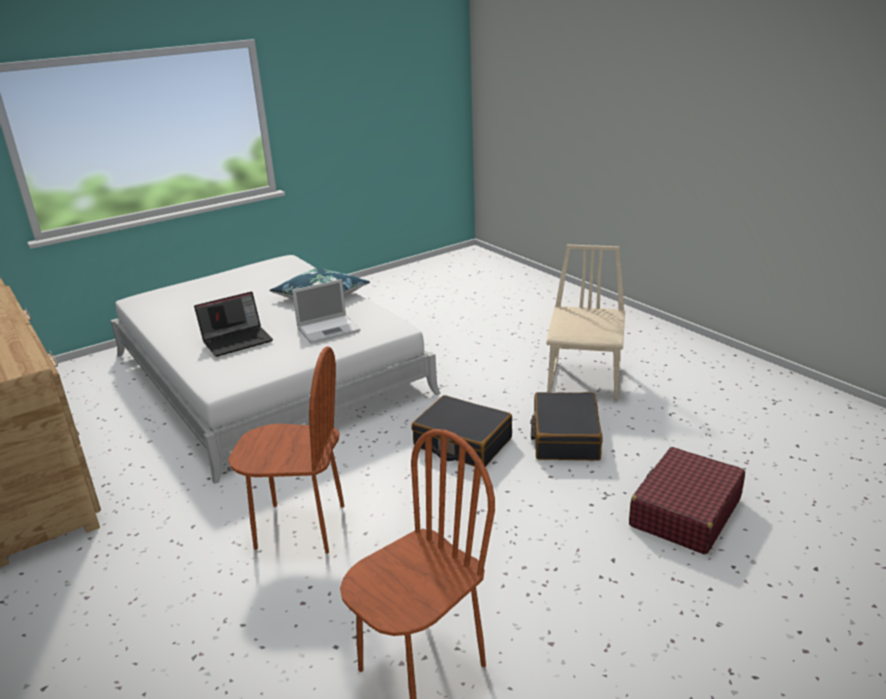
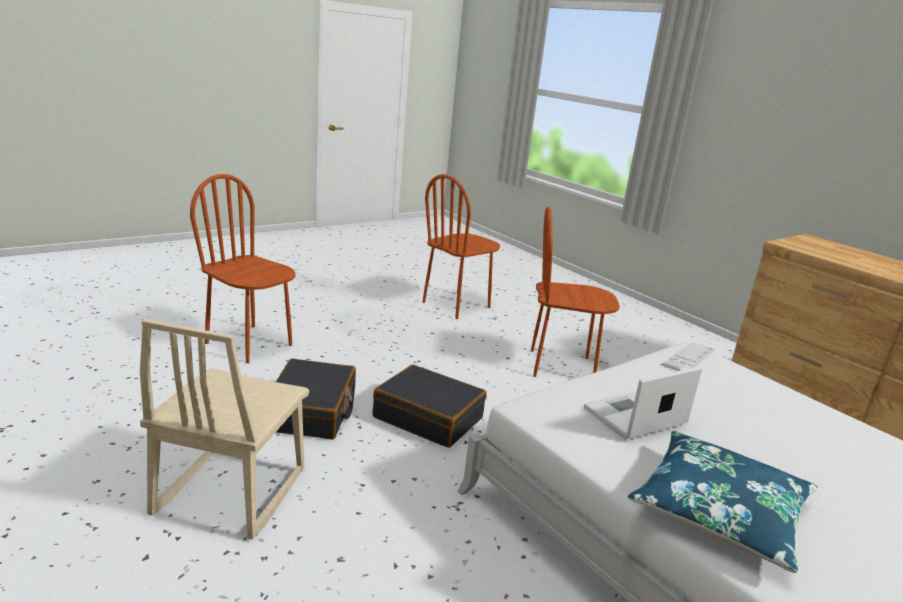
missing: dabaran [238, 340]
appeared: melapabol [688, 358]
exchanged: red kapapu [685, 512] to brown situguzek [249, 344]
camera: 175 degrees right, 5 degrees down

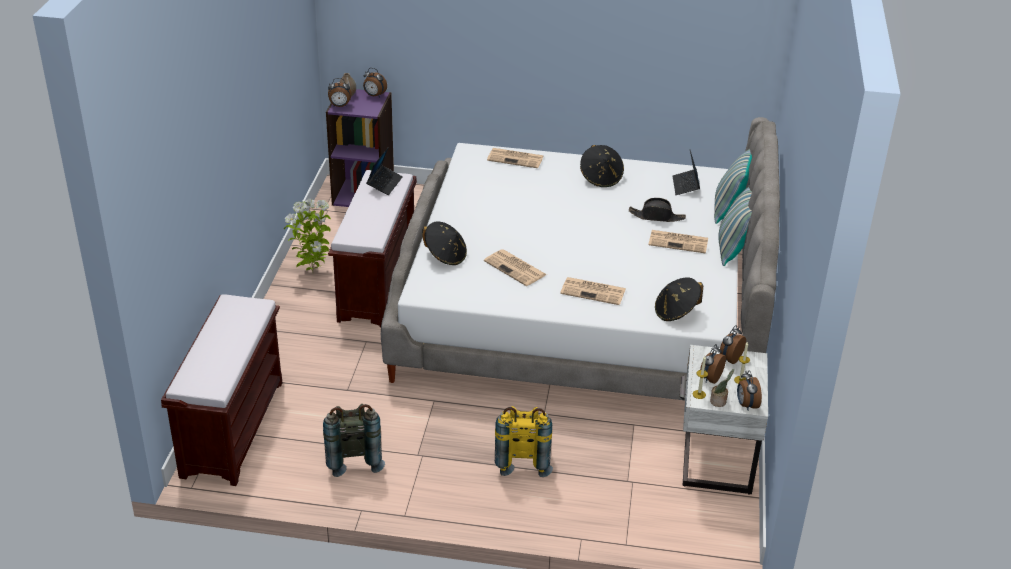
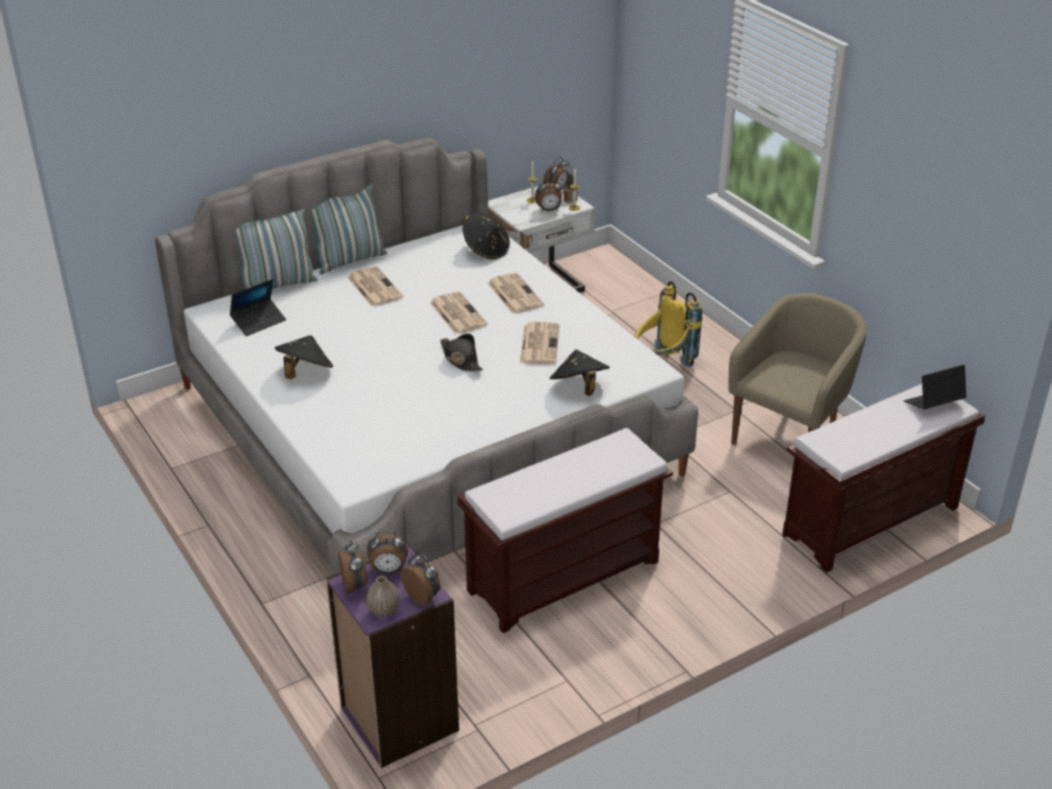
missing: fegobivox [313, 272]
relocated: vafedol [729, 359] to [388, 571]; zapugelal [516, 158] to [457, 313]; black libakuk [657, 216] to [460, 359]; dabaran [384, 183] to [933, 404]
exchanged: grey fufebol [352, 457] to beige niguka [790, 438]
camera: 130 degrees left, 0 degrees up

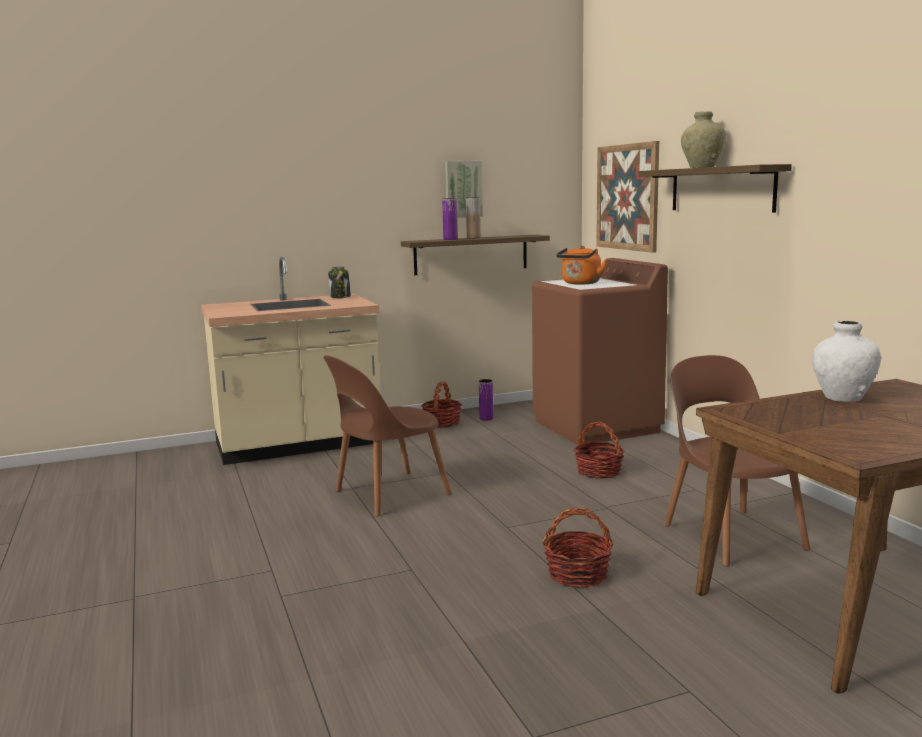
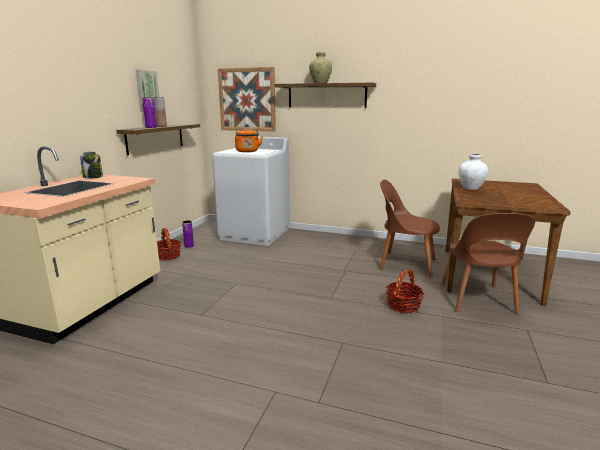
missing: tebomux [598, 471]
relocated: brown situguzek [388, 494] to [477, 300]
colour: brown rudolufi [596, 426] to white rudolufi [255, 234]
camera: 50 degrees left, 5 degrees up

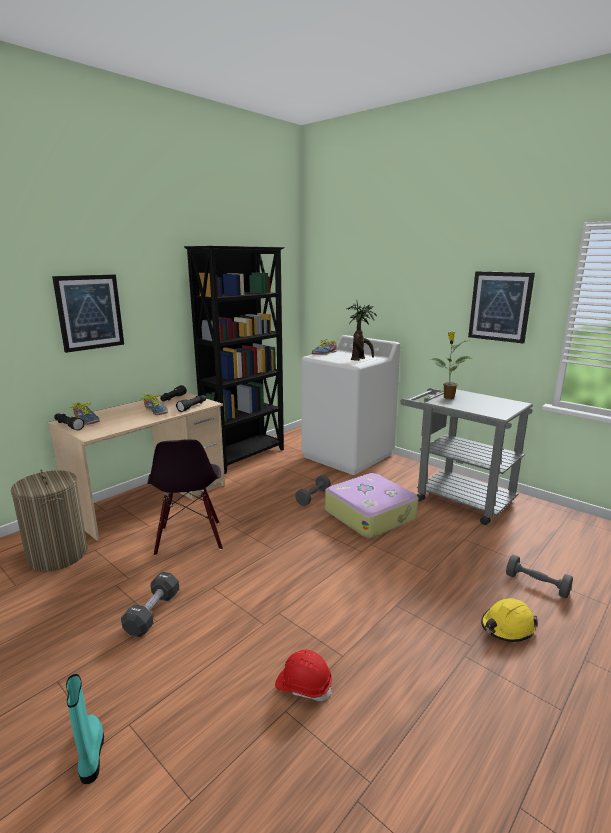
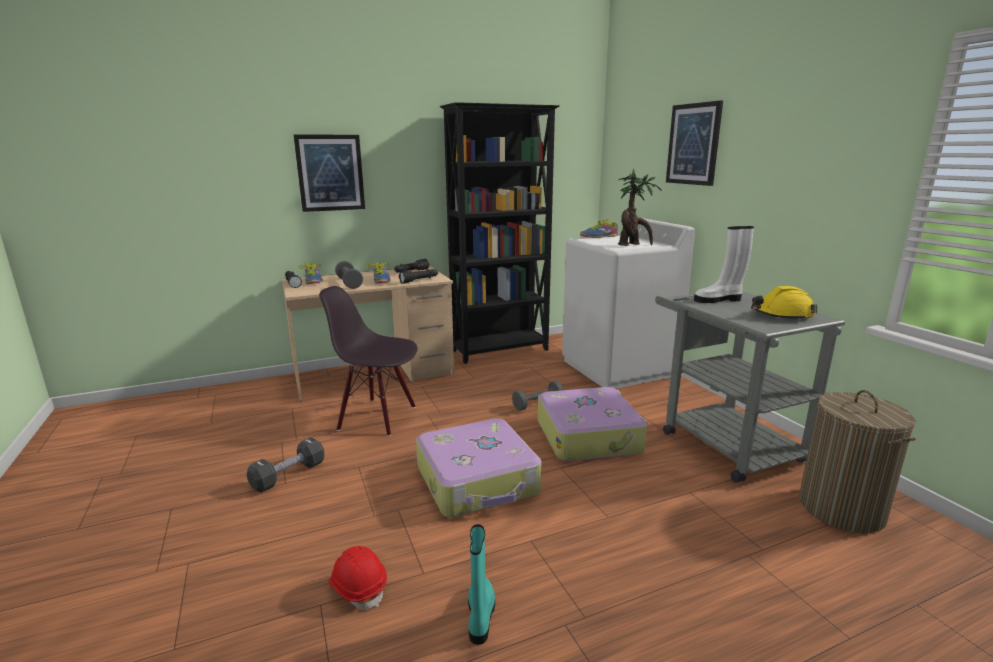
appeared: kapapu [478, 480]
relocated: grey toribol [536, 585] to [349, 283]; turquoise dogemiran [90, 753] to [480, 615]; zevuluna [500, 306] to [693, 144]; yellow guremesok [507, 627] to [782, 315]; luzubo [58, 555] to [841, 509]
exchanged: fegobivox [448, 397] to white dogemiran [719, 300]
spun: black situguzek [189, 538] = [378, 417] 90 degrees clockwise
camera: 25 degrees right, 0 degrees up

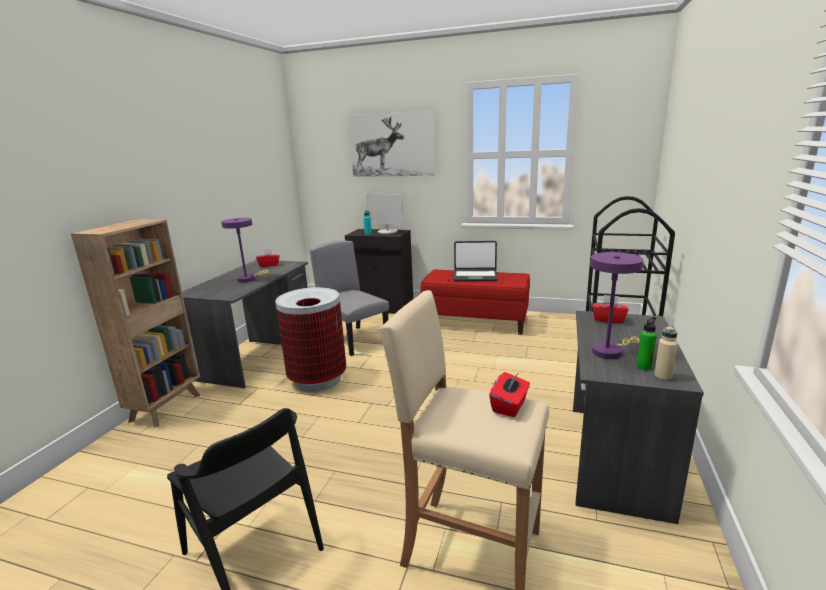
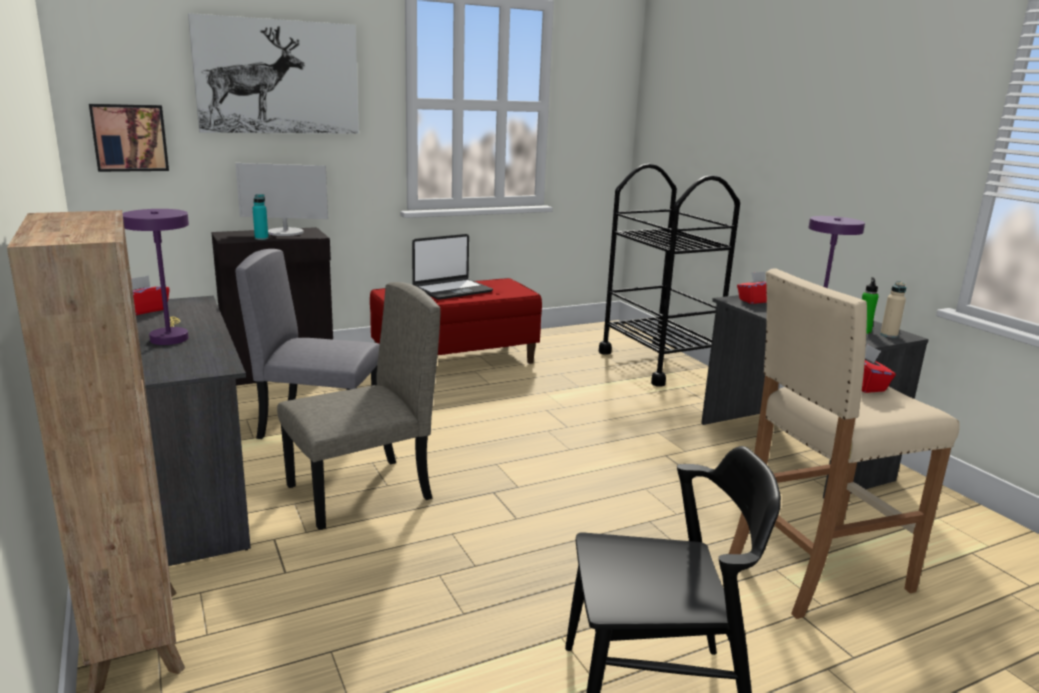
appeared: zevuluna [130, 137]
exchanged: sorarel [317, 379] to beige situguzek [360, 493]
camera: 45 degrees left, 0 degrees up

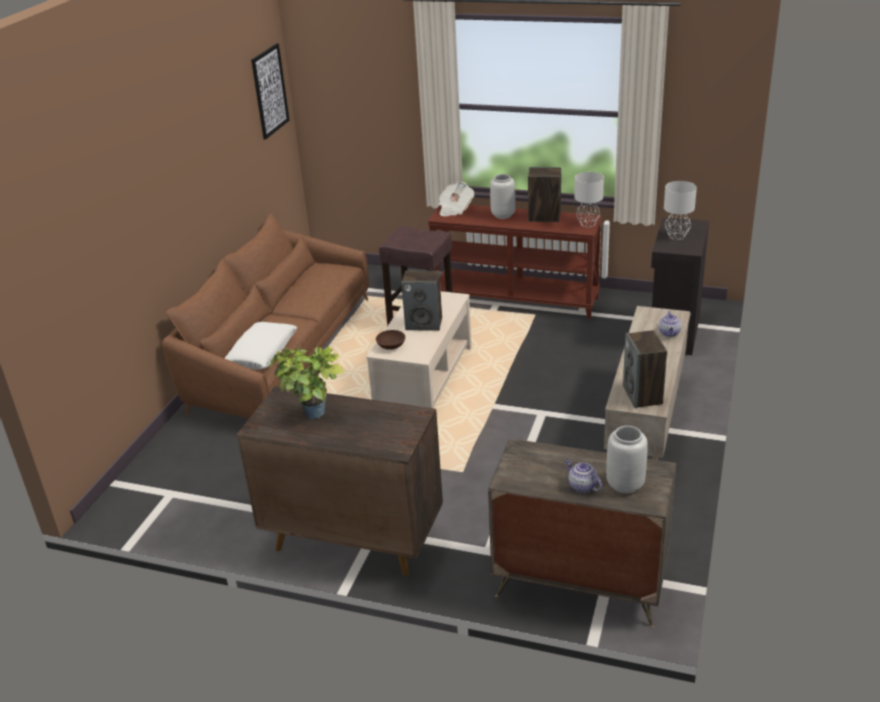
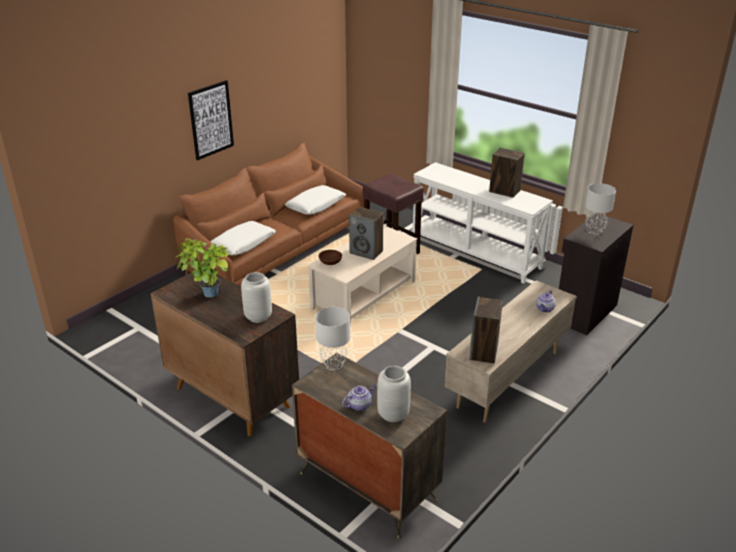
missing: zapugelal [455, 209]
appeared: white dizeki [316, 206]
relocated: zevuluna [270, 91] to [211, 120]; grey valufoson [502, 215] to [257, 317]; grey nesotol [587, 224] to [333, 365]
colour: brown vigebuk [516, 299] to white vigebuk [476, 253]
spun: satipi [581, 486] = [359, 405] 75 degrees clockwise
camera: 20 degrees right, 0 degrees up

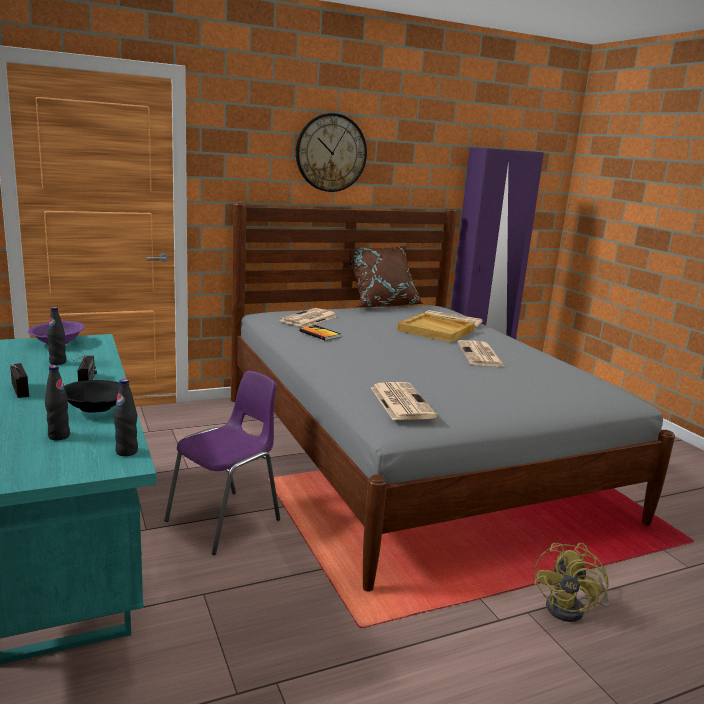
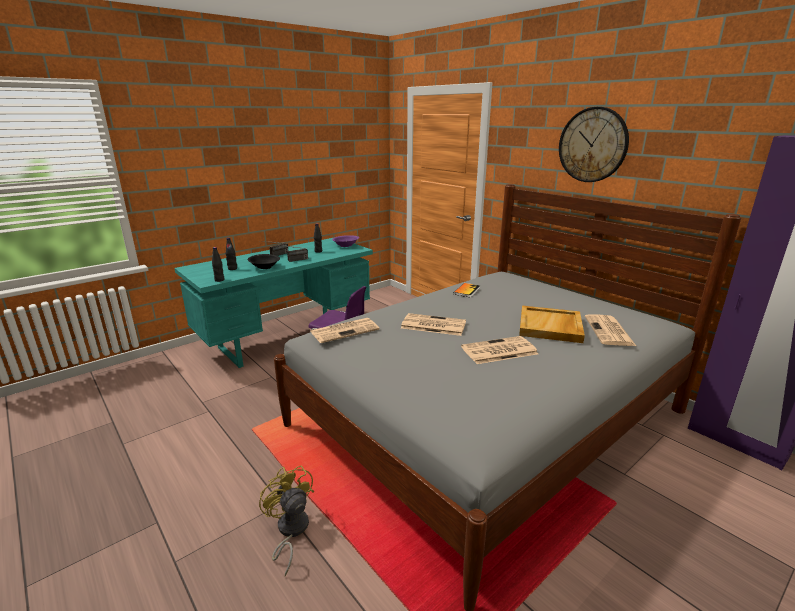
missing: brown dizeki [381, 304]
relocated: zapugelal [308, 319] to [432, 325]
spun: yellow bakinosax [572, 609] = [290, 531] 45 degrees clockwise
camera: 75 degrees right, 5 degrees up

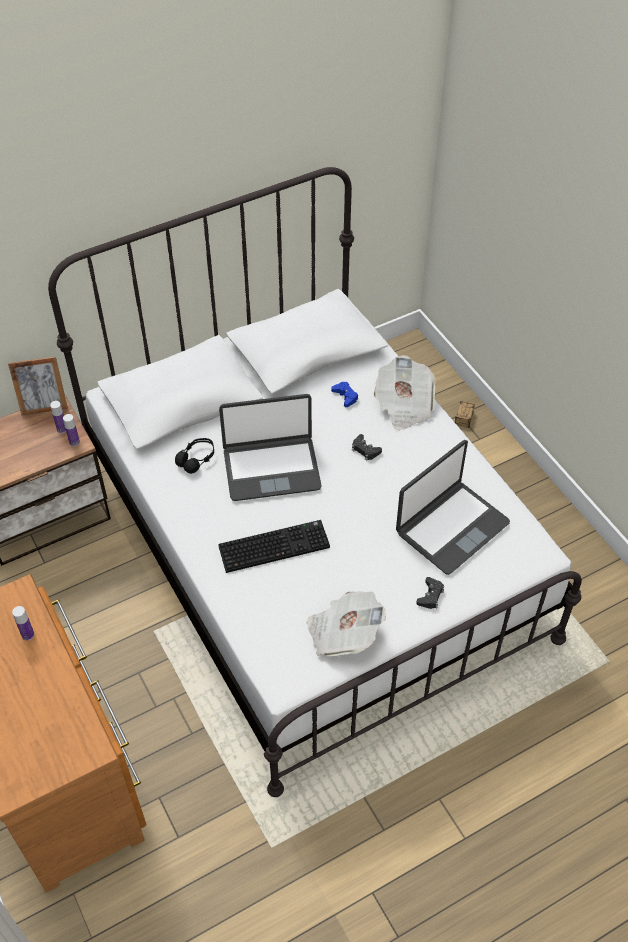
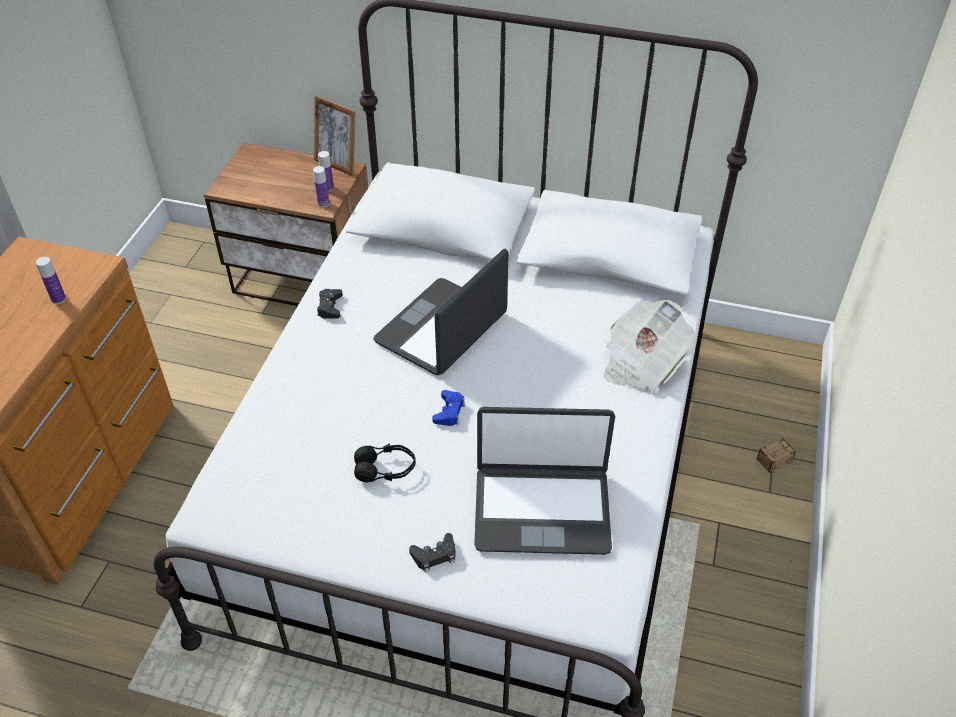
missing: melapabol [274, 545]; zapugelal [343, 633]
relocated: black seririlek [365, 450] to [330, 307]; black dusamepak [196, 459] to [385, 469]; blue seririlek [345, 396] to [449, 412]
spun: dabaran [271, 468] = [442, 329] 90 degrees clockwise
camera: 45 degrees right, 5 degrees down

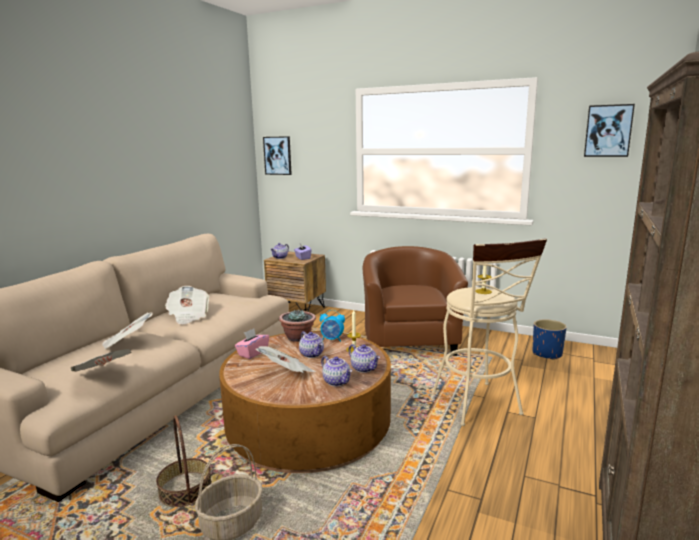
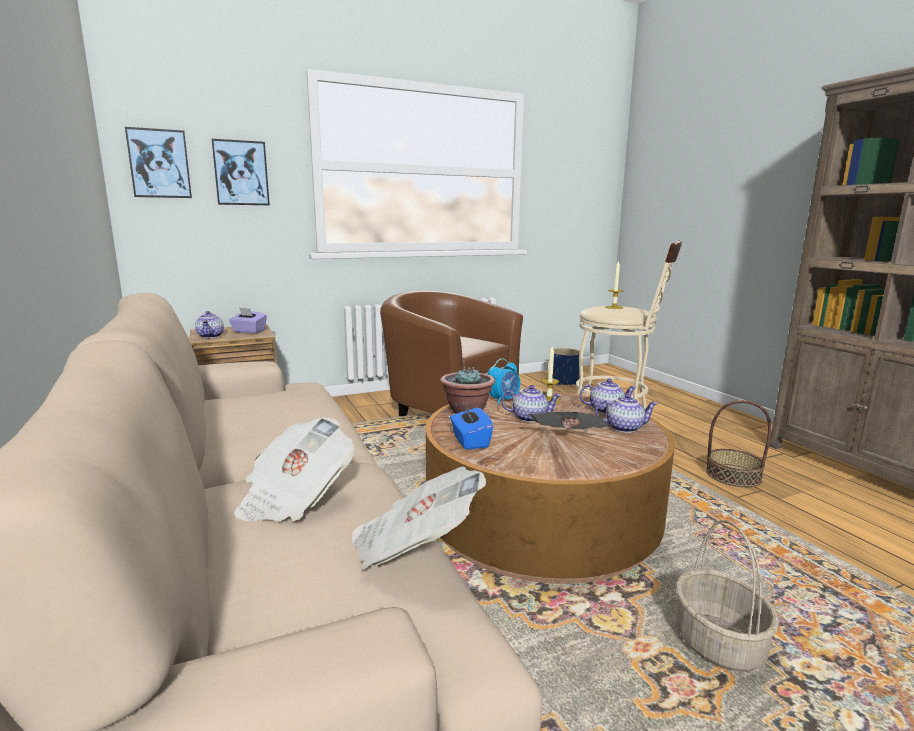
missing: zapugelal [188, 316]
relocated: zevuluna [608, 131] to [241, 173]; tebomux [185, 489] to [733, 475]
colour: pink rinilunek [252, 353] to blue rinilunek [470, 441]
camera: 50 degrees left, 0 degrees up

